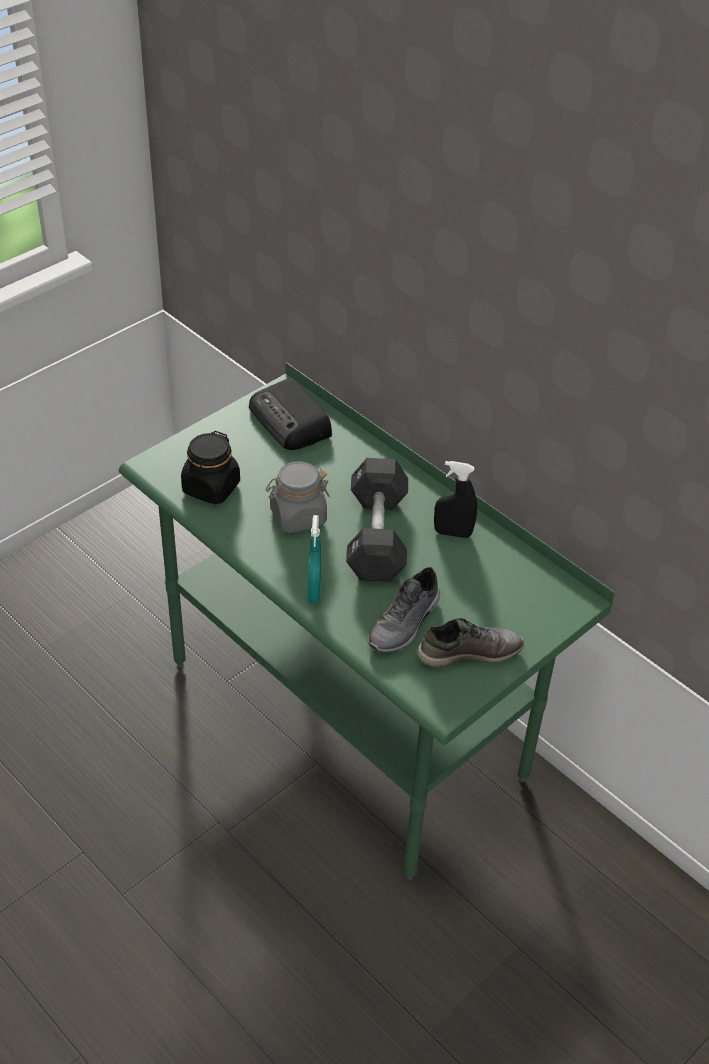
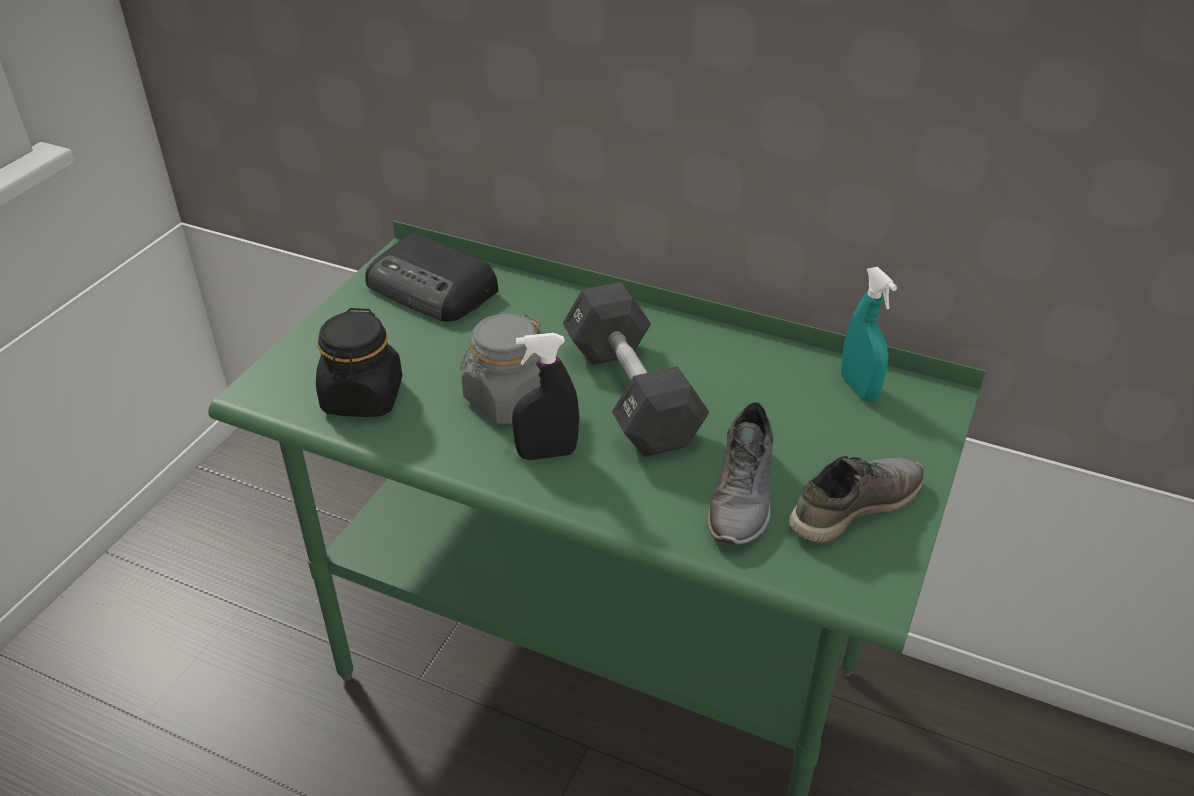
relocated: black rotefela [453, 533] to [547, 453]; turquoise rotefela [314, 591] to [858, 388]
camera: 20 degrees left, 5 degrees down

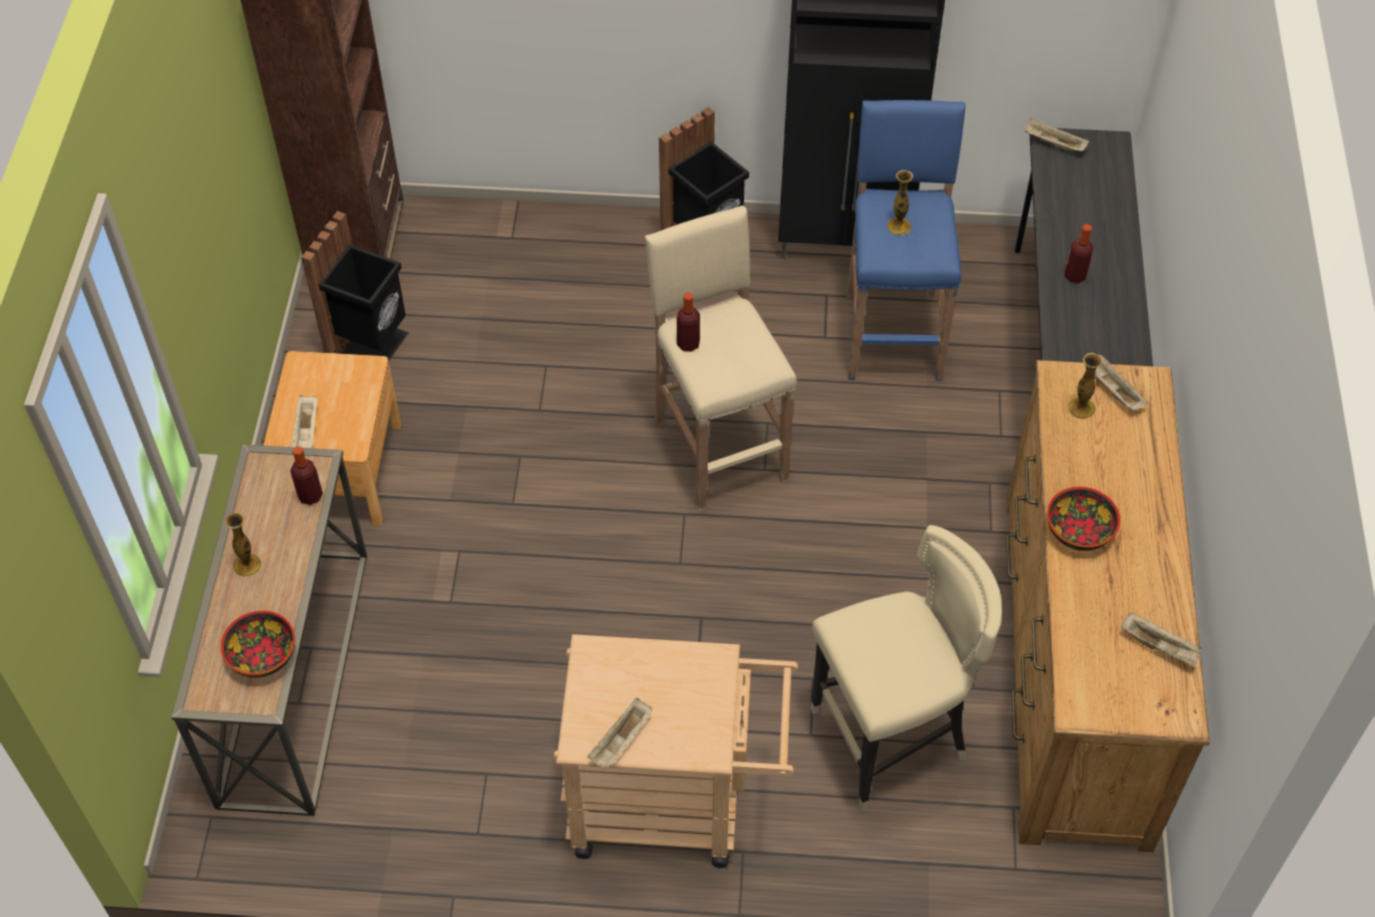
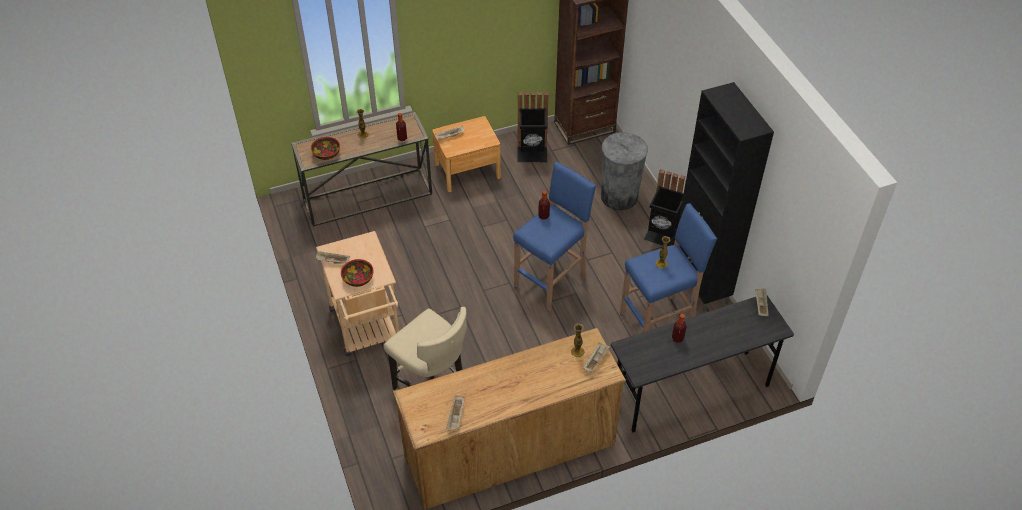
appeared: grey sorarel [619, 197]
relocated: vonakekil [1080, 531] to [358, 279]
colour: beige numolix [718, 448] to blue numolix [551, 281]
camera: 65 degrees right, 5 degrees down

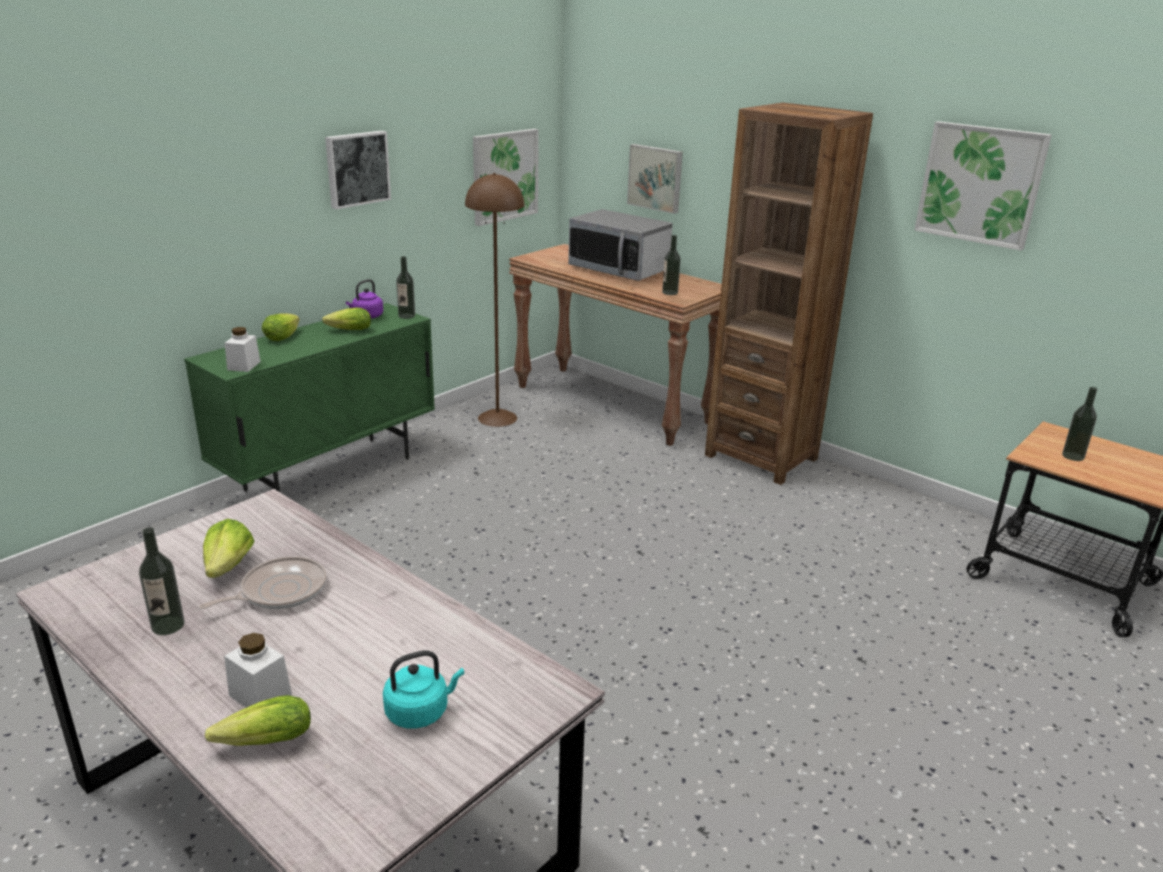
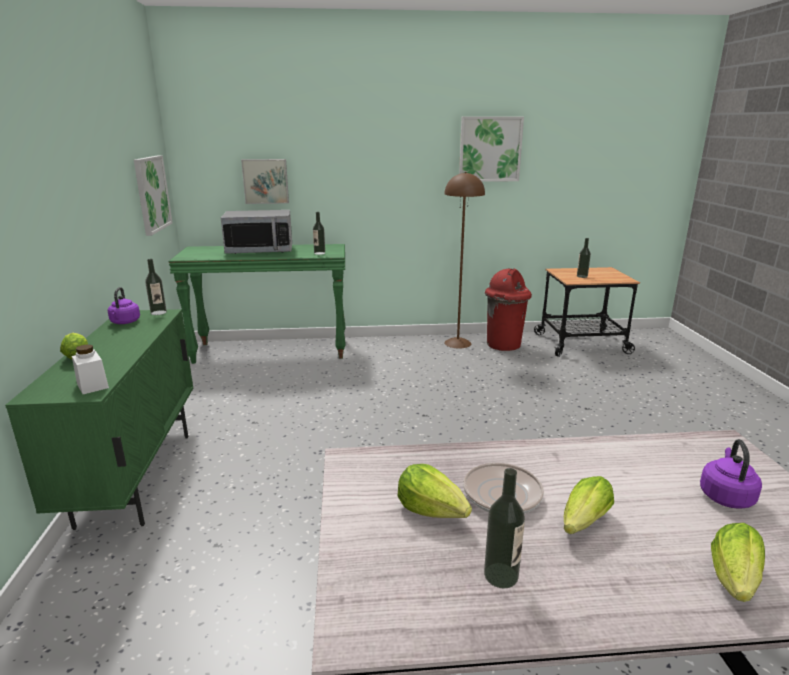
missing: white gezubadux [260, 695]; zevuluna [356, 169]; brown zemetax [761, 457]
appeared: red sorarel [504, 344]
relocated: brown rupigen [497, 418] to [458, 343]; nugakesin [347, 330] to [582, 523]
colour: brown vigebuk [613, 404] to green vigebuk [271, 350]; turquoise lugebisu [420, 712] to purple lugebisu [725, 496]
camera: 45 degrees left, 5 degrees down

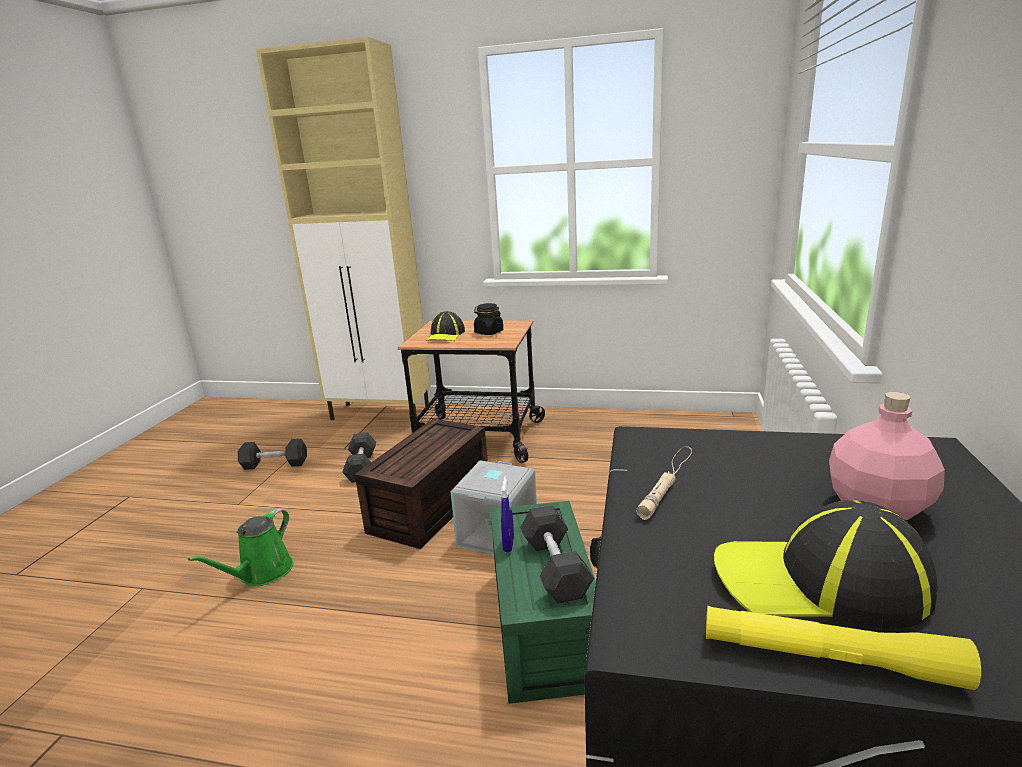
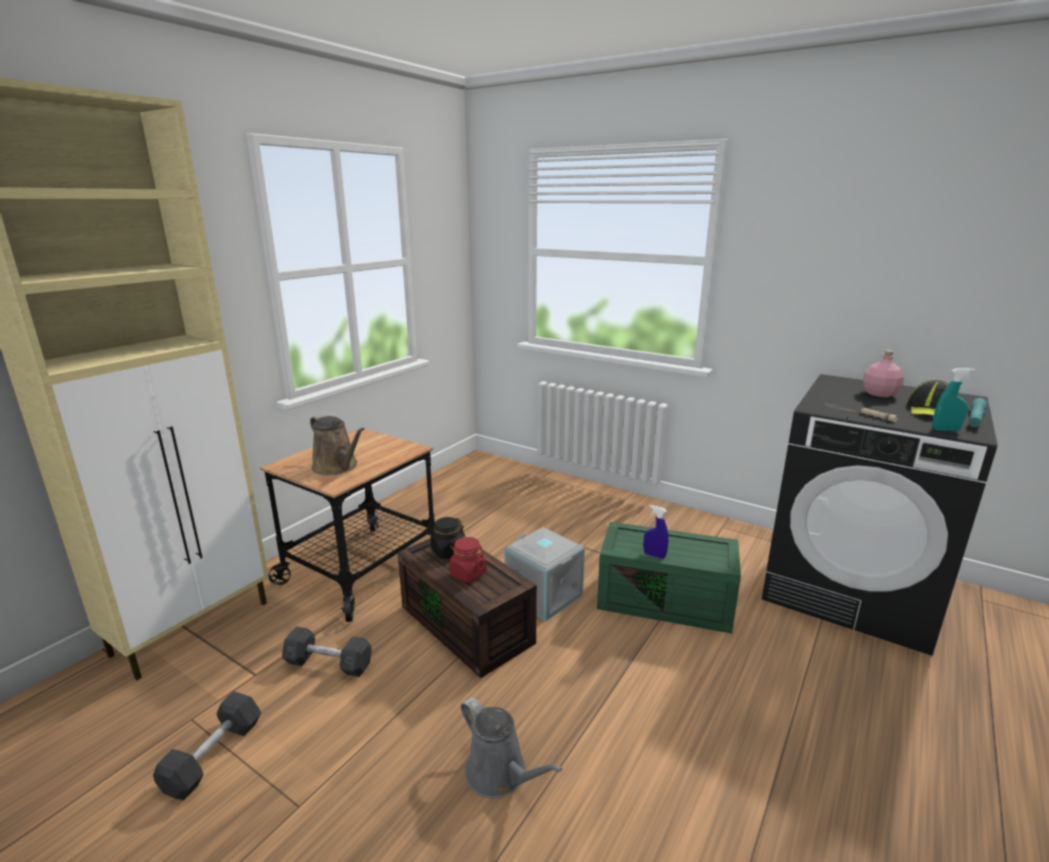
missing: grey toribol [555, 568]
appeared: red gezubadux [468, 573]; turquoise rotefela [945, 430]
relocated: black gezubadux [488, 332] to [447, 551]
exchanged: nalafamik [446, 335] to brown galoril [337, 467]
colour: green galoril [262, 573] to grey galoril [500, 774]; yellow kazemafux [828, 659] to turquoise kazemafux [975, 419]
camera: 70 degrees left, 0 degrees up

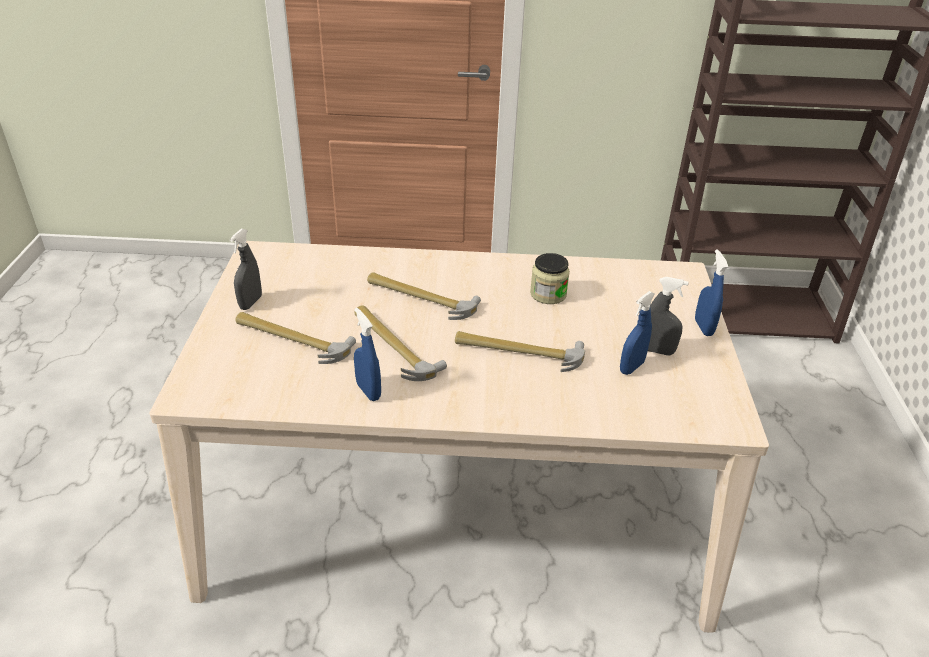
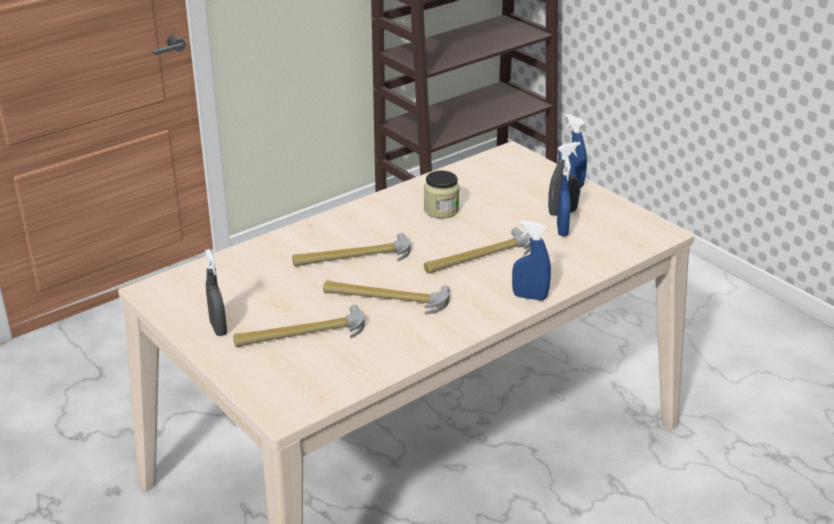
relocated: blue rotefela [368, 391] to [529, 297]
camera: 40 degrees left, 5 degrees down

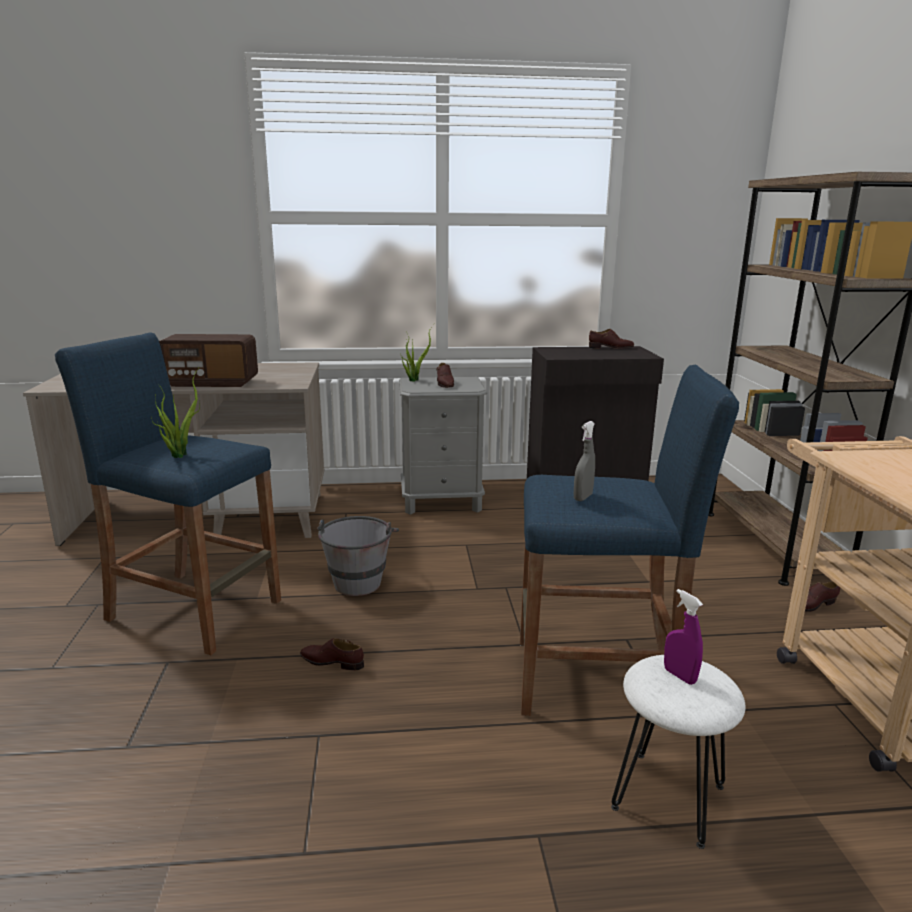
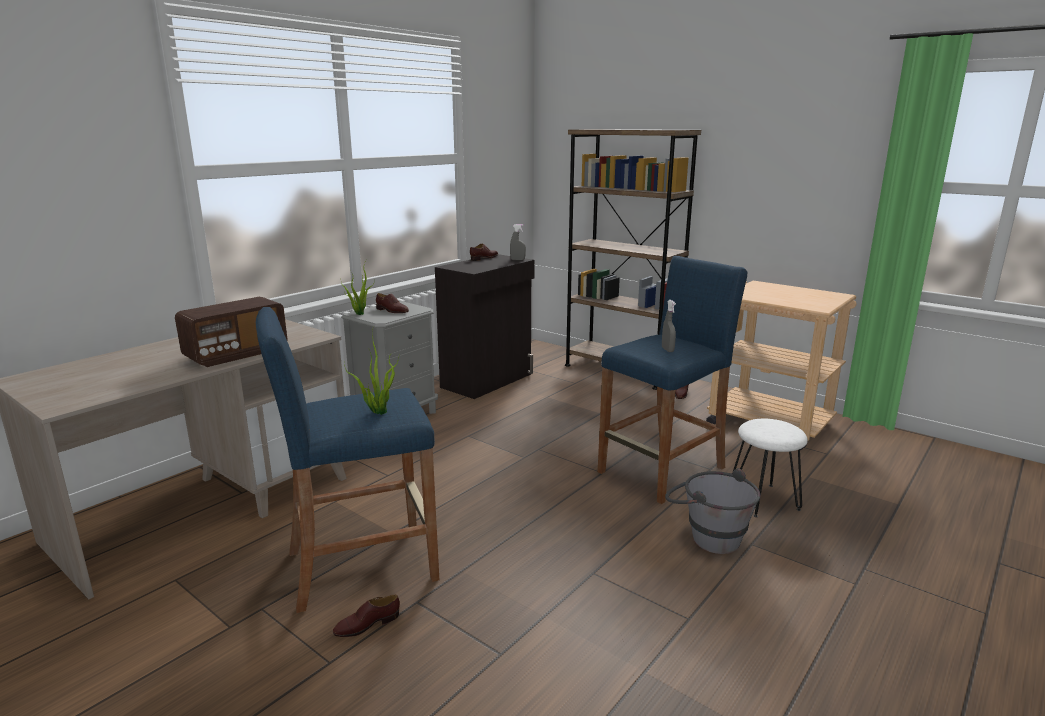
missing: purple rotefela [679, 676]
appeared: grey rotefela [517, 260]
relocated: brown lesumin [332, 662] to [367, 625]; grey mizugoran [359, 579] to [706, 536]
camera: 45 degrees left, 0 degrees up

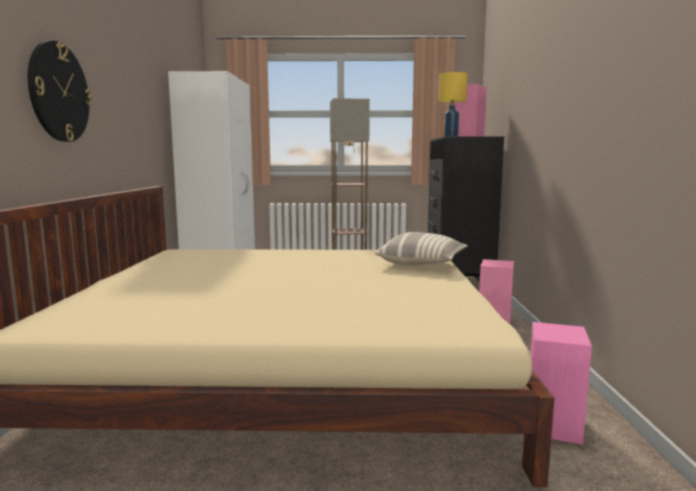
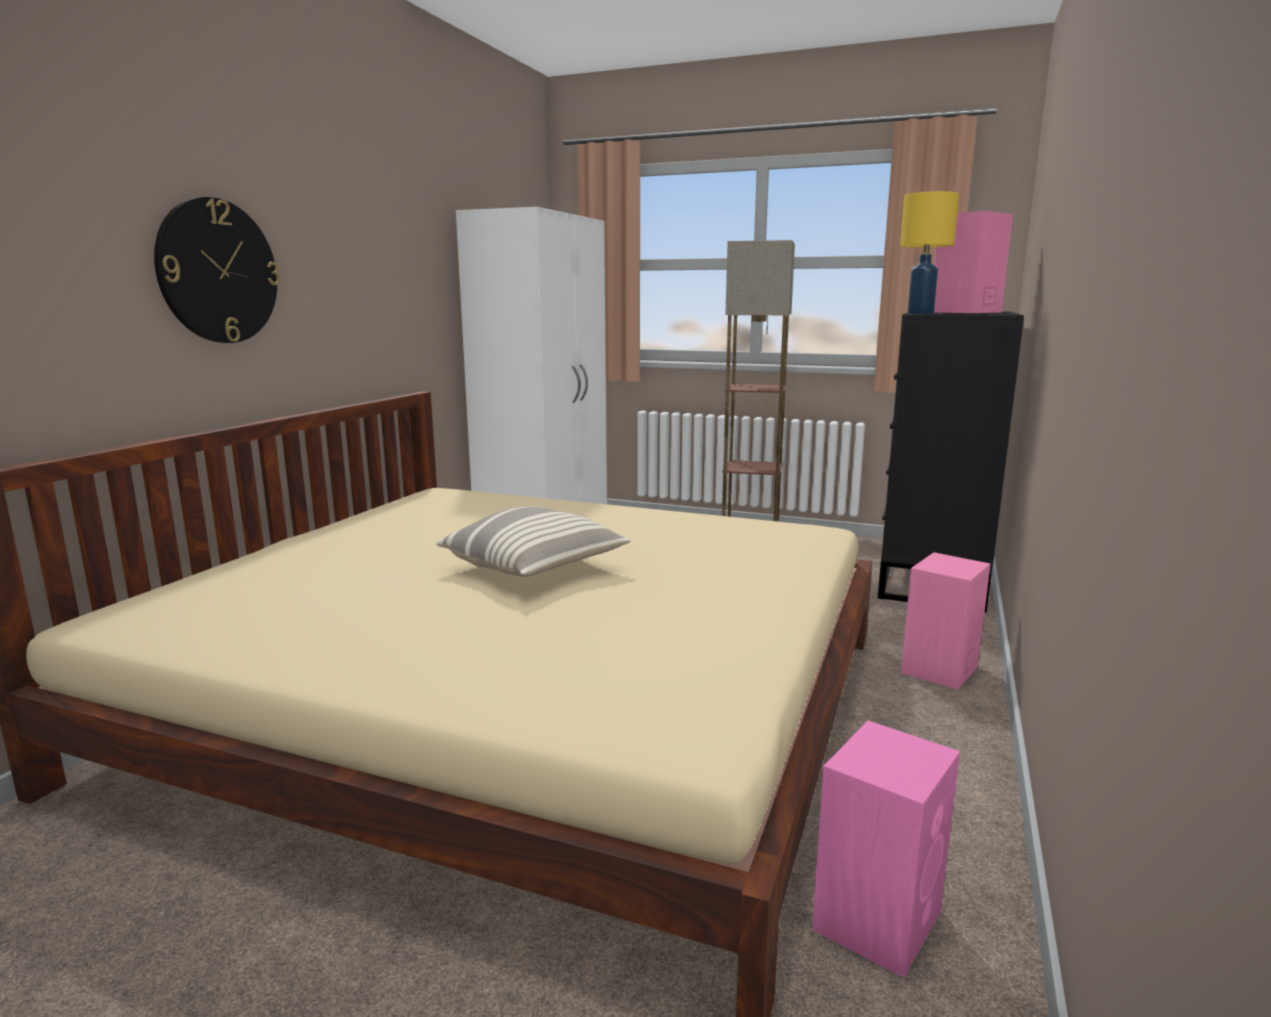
relocated: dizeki [422, 264] to [535, 567]
camera: 20 degrees right, 5 degrees up

